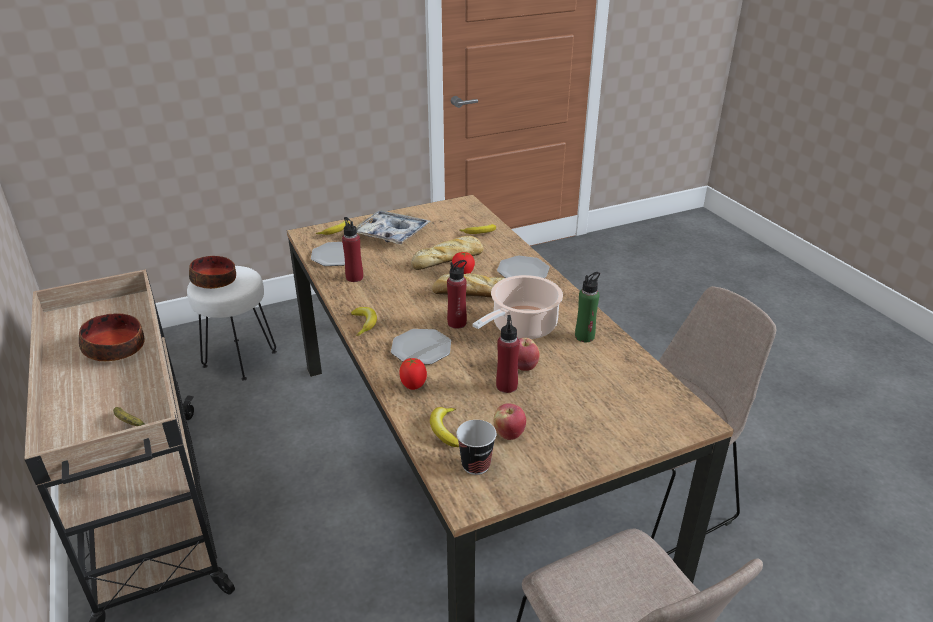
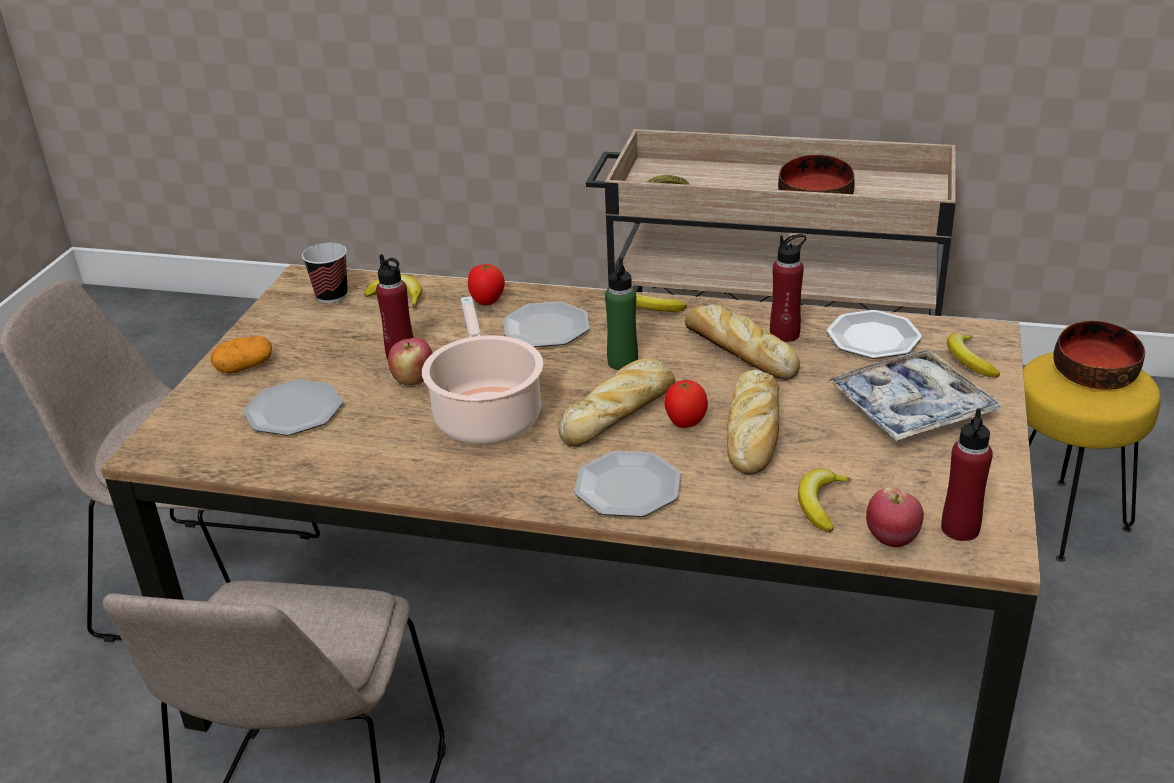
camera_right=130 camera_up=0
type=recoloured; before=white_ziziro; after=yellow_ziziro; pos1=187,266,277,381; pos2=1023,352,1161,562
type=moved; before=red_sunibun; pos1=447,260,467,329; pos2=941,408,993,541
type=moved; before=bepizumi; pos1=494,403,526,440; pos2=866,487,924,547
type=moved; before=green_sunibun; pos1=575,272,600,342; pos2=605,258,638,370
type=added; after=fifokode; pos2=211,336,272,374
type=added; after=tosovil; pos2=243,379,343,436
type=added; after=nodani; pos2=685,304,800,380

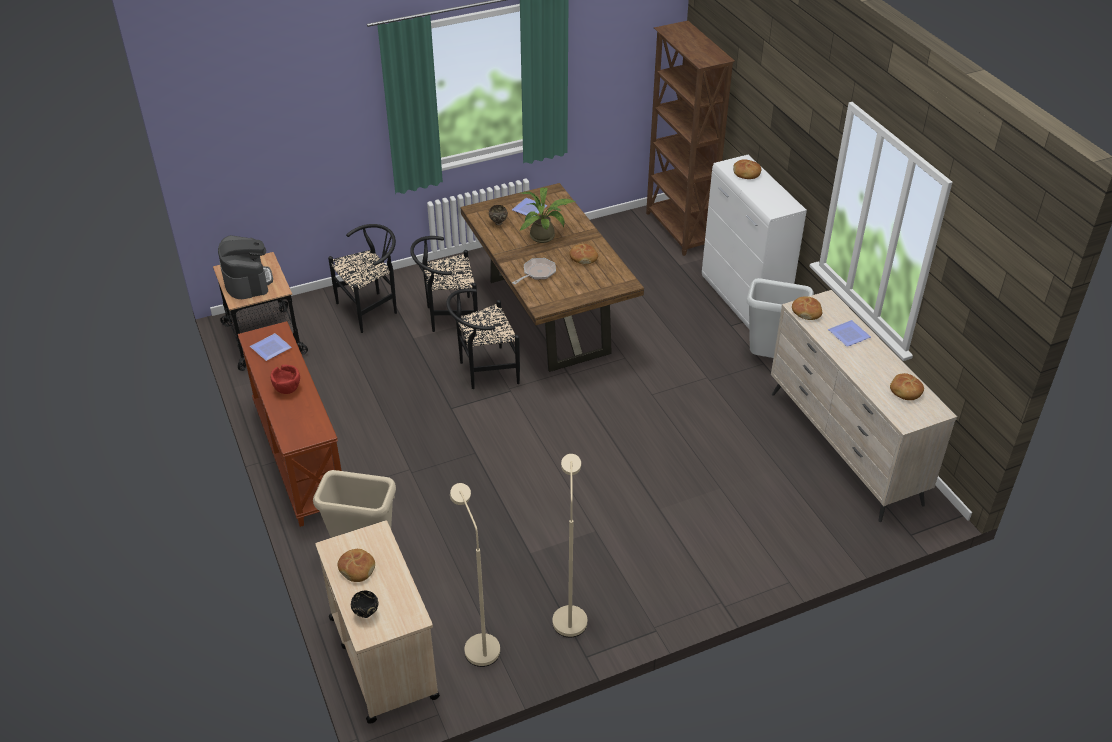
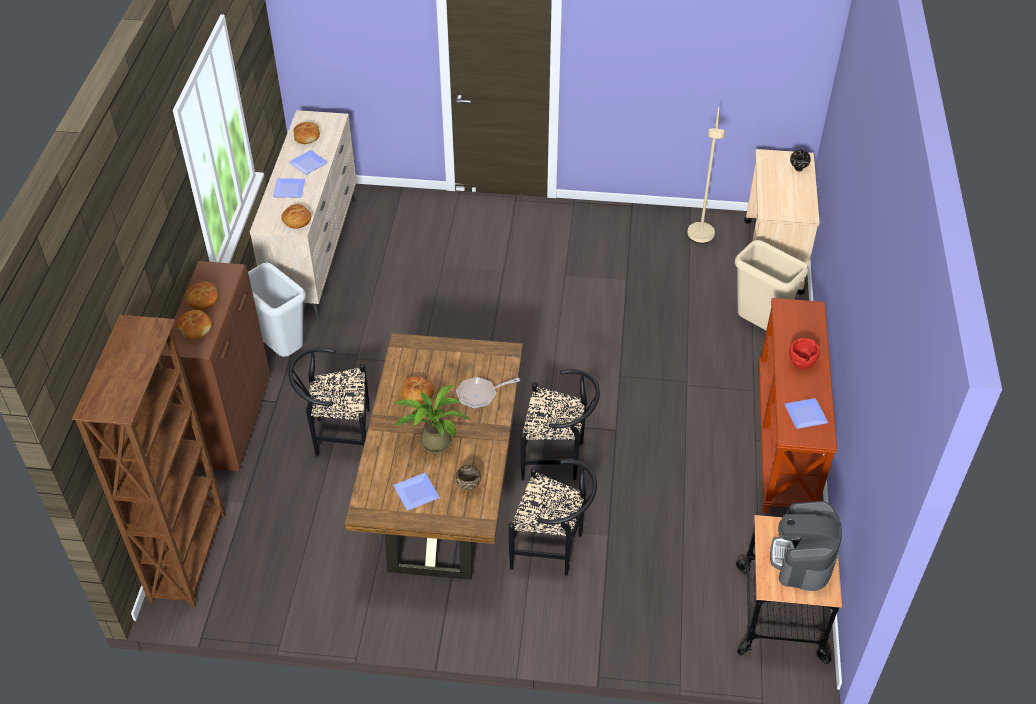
camera_right=-150 camera_up=5
type=moved; before=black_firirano; pos1=328,224,397,333; pos2=288,347,370,457
type=moved; before=nodani; pos1=338,549,375,582; pos2=186,281,218,310
type=removed; before=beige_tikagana; pos1=553,454,587,637
type=recoloured; before=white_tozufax; after=brown_tozufax; pos1=702,155,807,329; pos2=161,261,270,472
type=added; after=tosovil; pos2=289,150,328,175

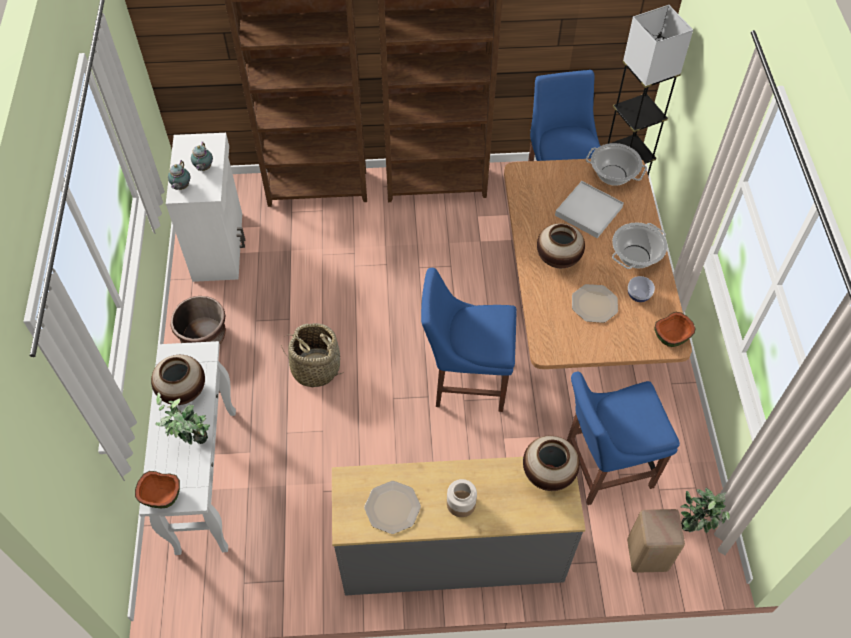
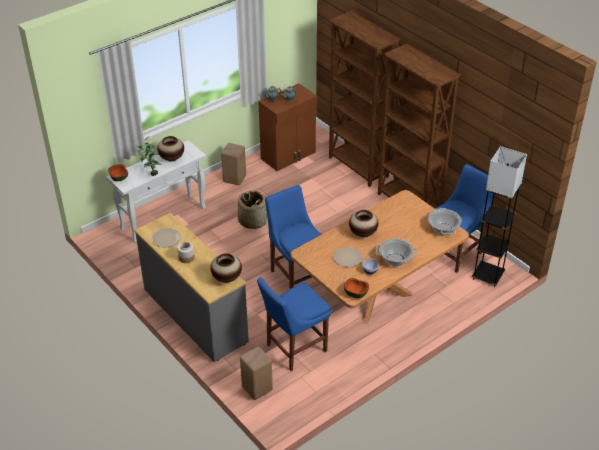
camera_right=55 camera_up=-15
type=recoloured; before=white_tozufax; after=brown_tozufax; pos1=166,133,245,282; pos2=258,83,317,171
type=replaced; before=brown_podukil; after=beige_ziziro; pos1=170,296,226,344; pos2=221,143,246,185
type=removed; before=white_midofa; pos1=555,181,624,238
type=turned; before=blue_firirano; pos1=567,372,680,505; pos2=257,277,331,371; turn=-75
type=removed; before=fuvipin; pos1=680,488,730,533

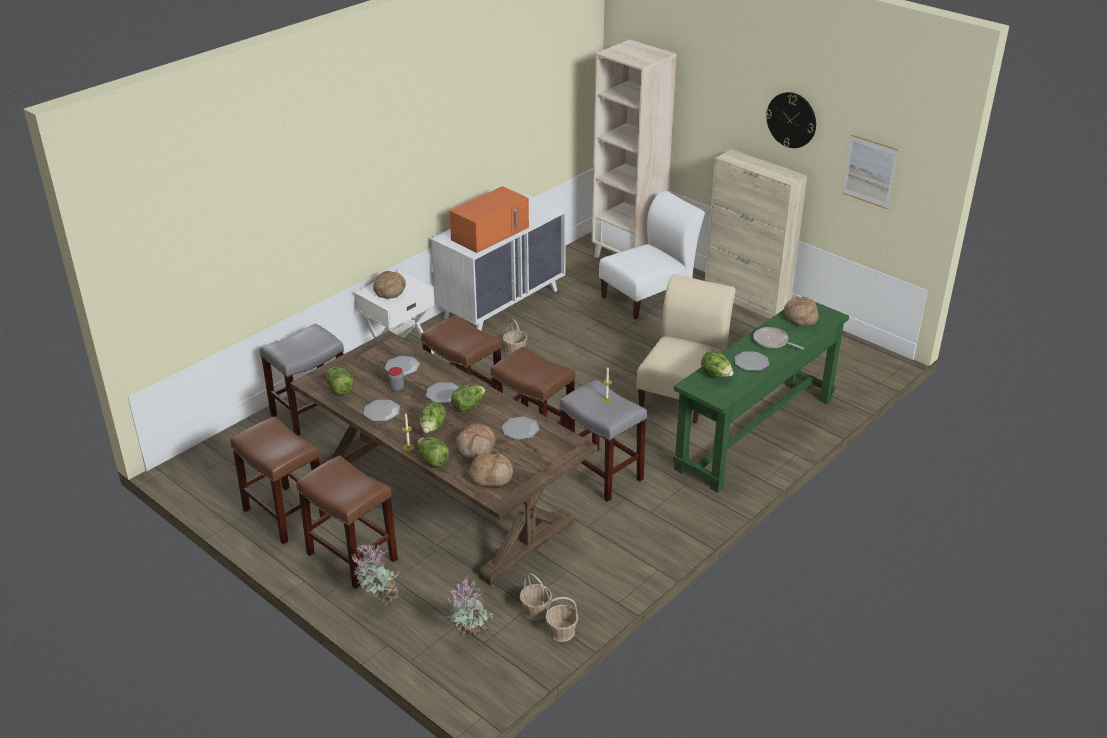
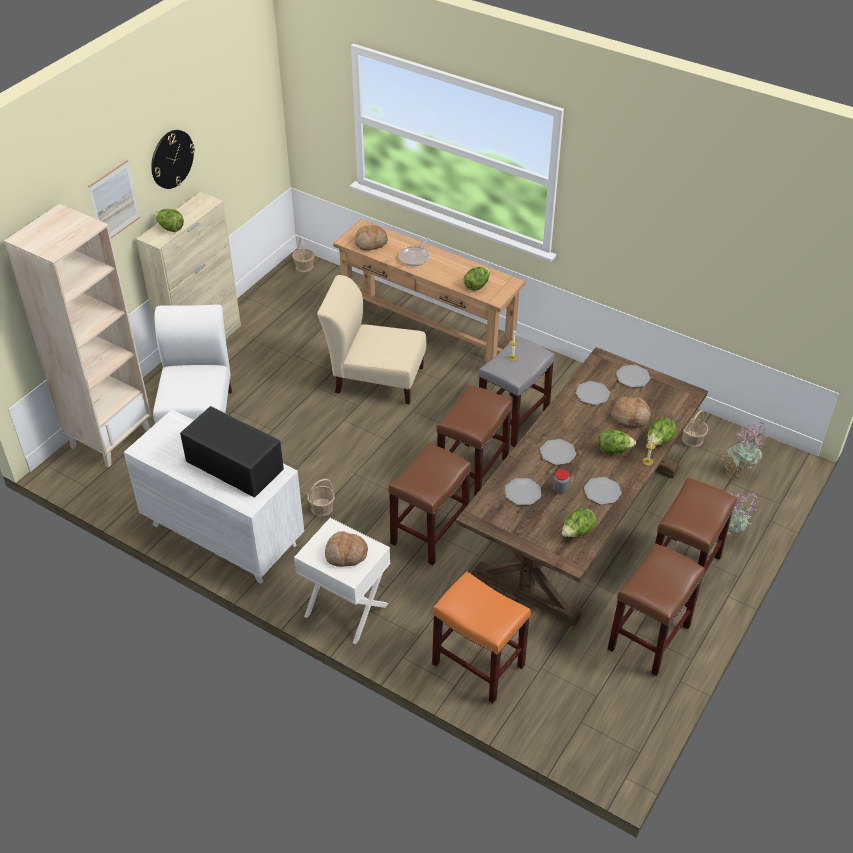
camera_right=-100 camera_up=10
type=recoloured; before=grey_ziziro; after=orange_ziziro; pos1=260,324,344,436; pos2=432,572,531,704
type=recoloured; before=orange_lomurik; after=black_lomurik; pos1=449,186,529,253; pos2=180,406,284,498
type=moved; before=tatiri; pos1=451,385,485,412; pos2=155,209,184,232
type=removed; before=nodani; pos1=468,453,513,487
type=moved; before=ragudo; pos1=545,597,579,642; pos2=292,238,315,272
type=turned; before=white_firirano; pos1=599,191,705,320; pos2=153,305,232,424; turn=45
type=recoloured; before=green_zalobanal; after=brown_zalobanal; pos1=673,302,849,493; pos2=333,219,526,364
type=moved; before=tosovil; pos1=734,351,769,371; pos2=616,365,650,387
type=moved; before=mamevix; pos1=843,134,899,209; pos2=88,160,140,238

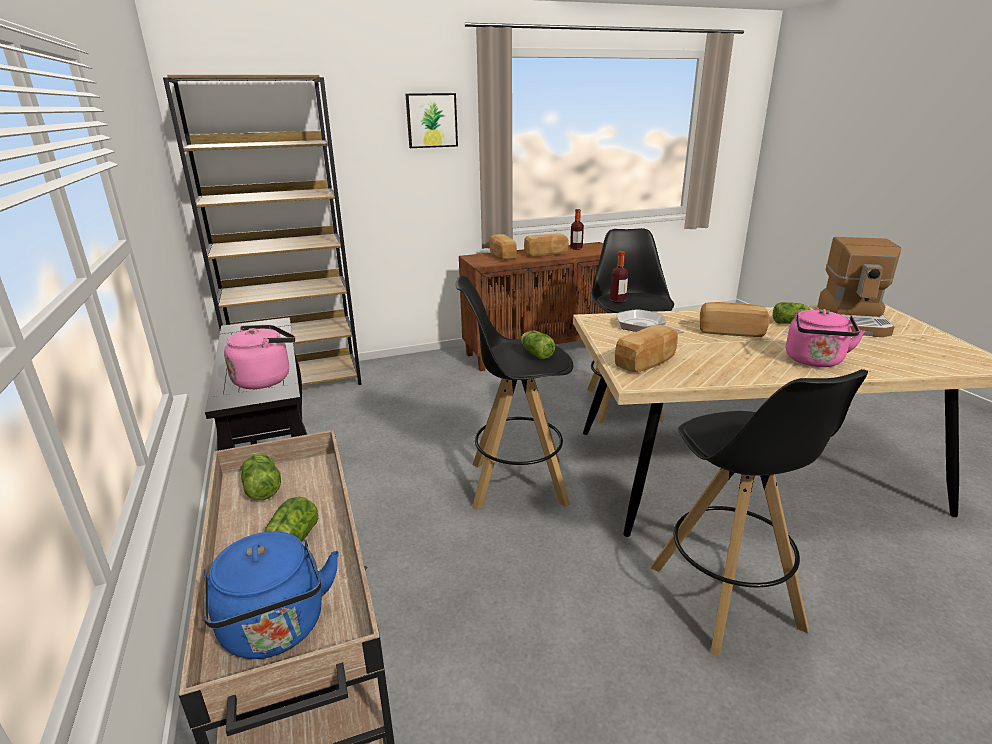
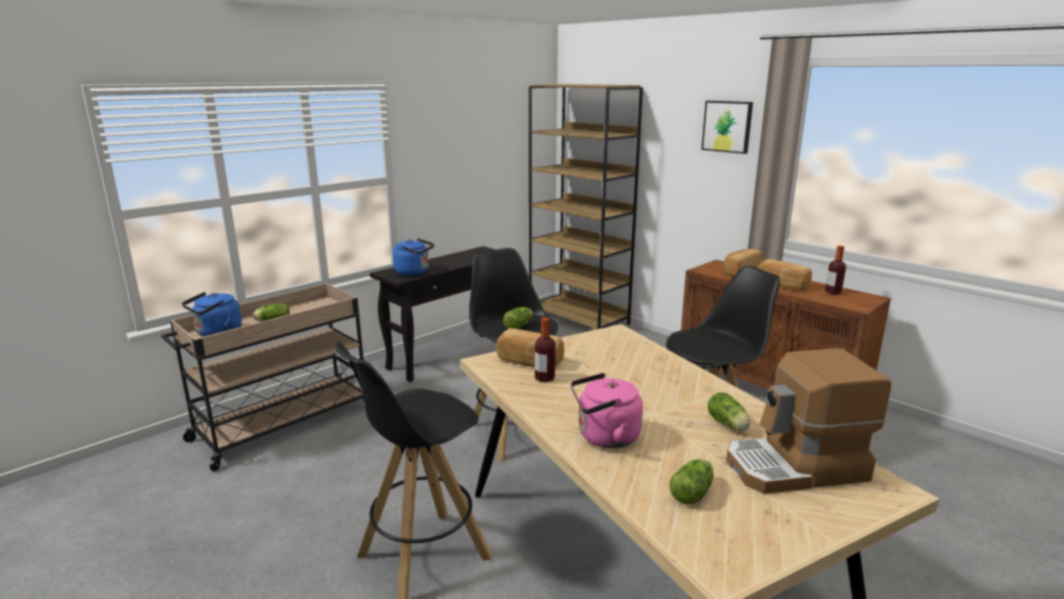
camera_right=65 camera_up=-5
type=recoloured; before=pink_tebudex; after=blue_tebudex; pos1=224,325,295,389; pos2=393,238,434,276
type=moved; before=tatiri; pos1=241,453,281,500; pos2=670,459,714,504
type=moved; before=sunibun; pos1=610,251,628,303; pos2=535,317,555,382
type=removed; before=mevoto; pos1=616,309,684,334
type=removed; before=nodani; pos1=700,302,769,337

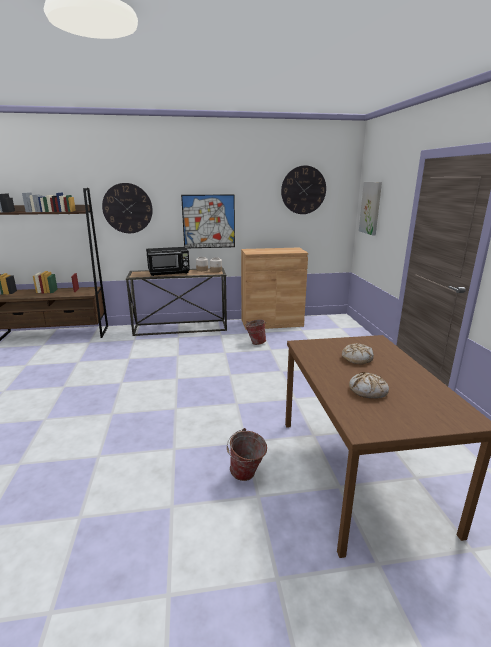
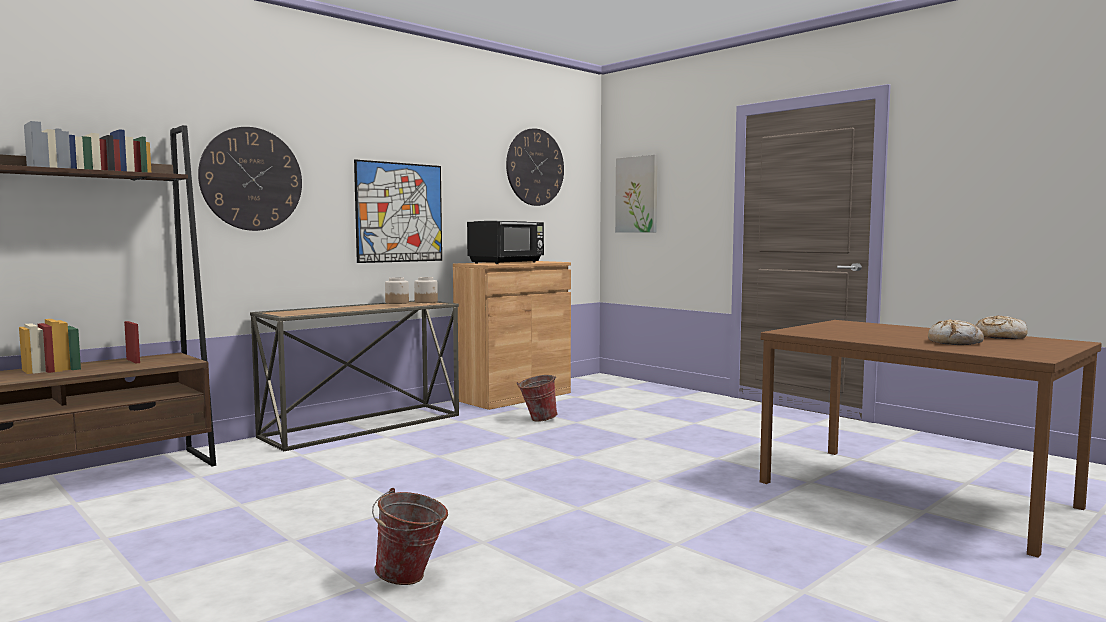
camera_right=-35 camera_up=-15
type=moved; before=black_lomurik; pos1=146,247,190,276; pos2=467,221,544,264
type=moved; before=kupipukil; pos1=227,428,267,481; pos2=372,488,448,585
type=moved; before=nodani; pos1=342,343,374,365; pos2=975,316,1028,339

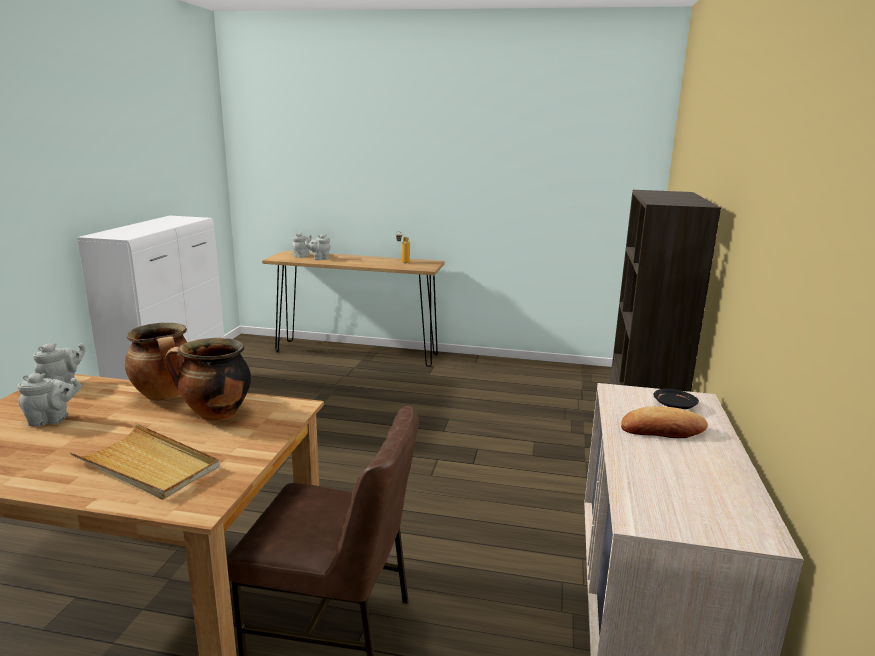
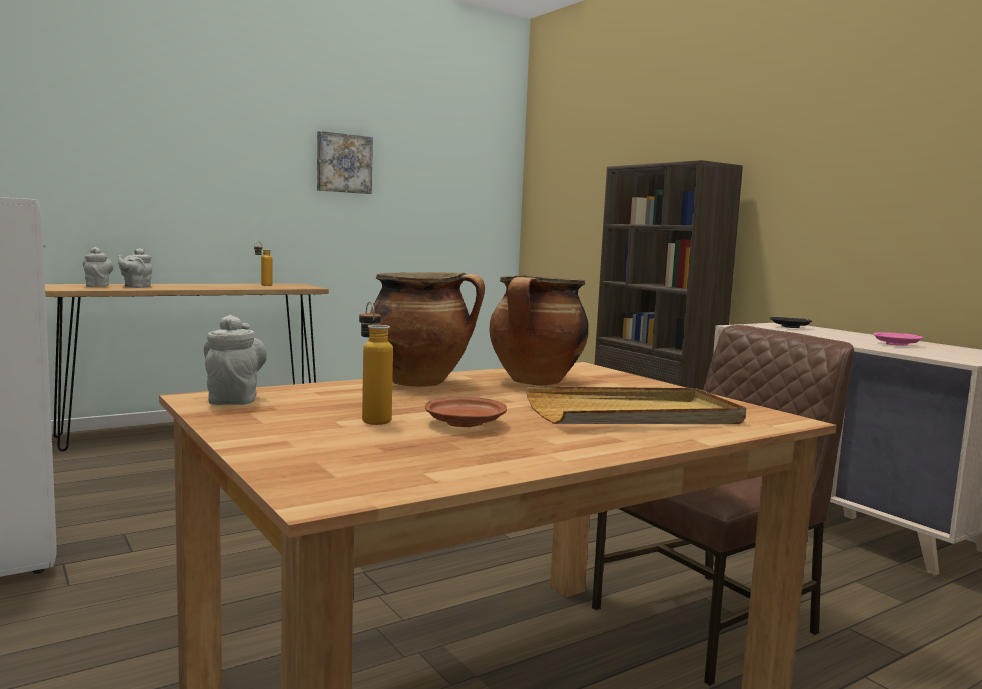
camera_right=-45 camera_up=-10
type=replaced; before=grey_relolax; after=sunibun; pos1=18,373,81,426; pos2=359,302,393,425
type=removed; before=nodani; pos1=621,406,708,438
type=added; after=mamevix; pos2=317,131,373,194
type=added; after=brown_tosovil; pos2=425,397,507,427
type=added; after=pink_tosovil; pos2=874,332,923,346

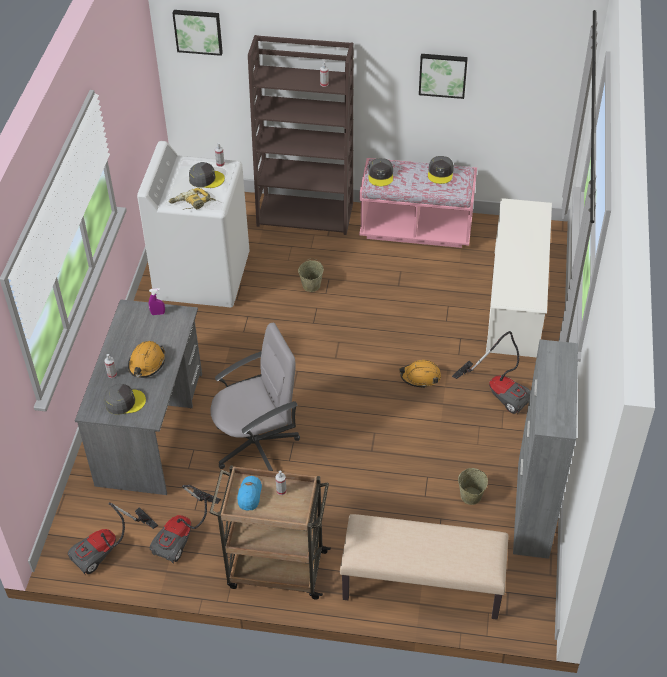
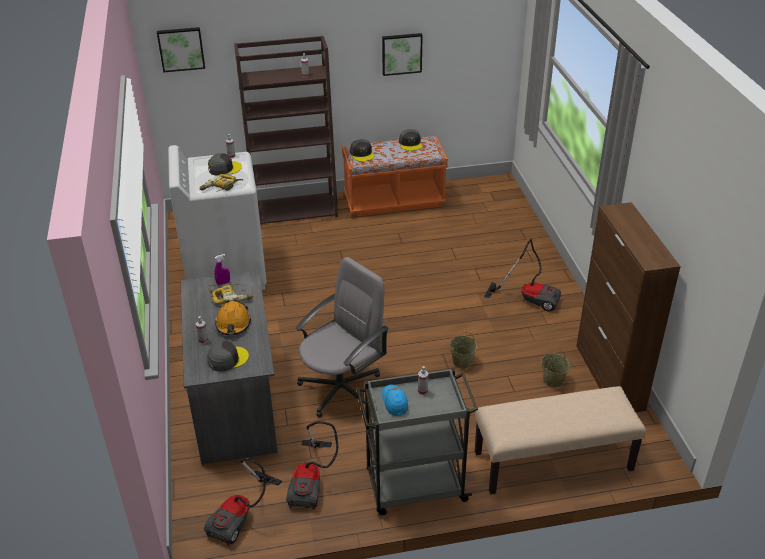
camera_right=-20 camera_up=-10
type=recoloured; before=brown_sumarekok; after=grey_sumarekok; pos1=209,465,331,600; pos2=356,368,478,516
type=moved; before=beige_kupipukil; pos1=298,258,324,292; pos2=450,332,477,369
type=recoloured; before=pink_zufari; after=orange_zufari; pos1=359,158,477,248; pos2=342,136,448,216
type=removed; before=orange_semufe; pos1=399,360,441,388
type=removed; before=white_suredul; pos1=486,198,552,358
type=recoloured; before=grey_tozufax; after=brown_tozufax; pos1=513,339,578,559; pos2=576,202,681,412
type=added; after=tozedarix; pos2=208,284,253,305

